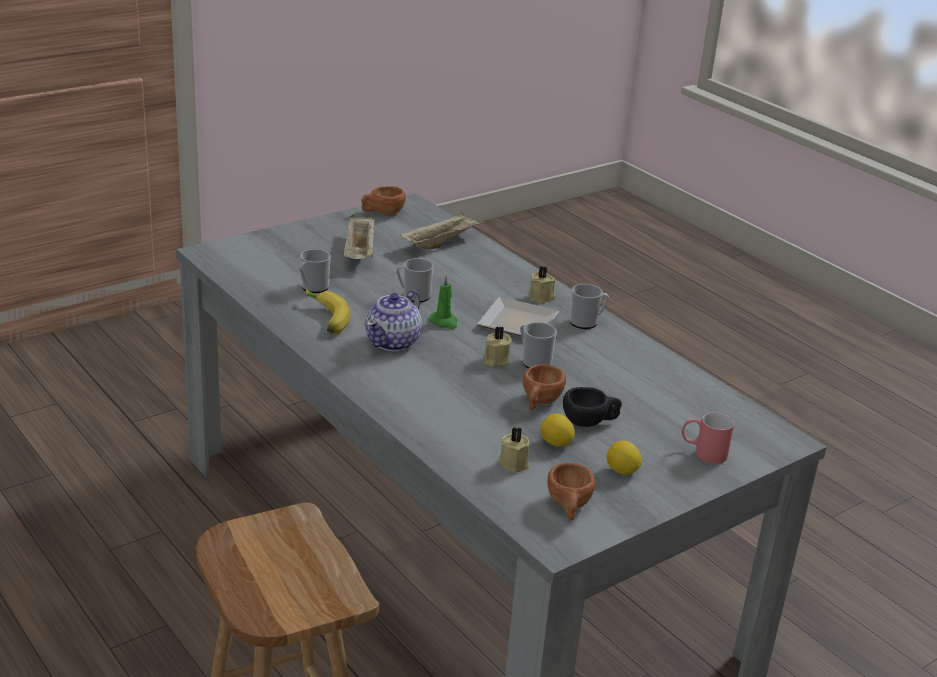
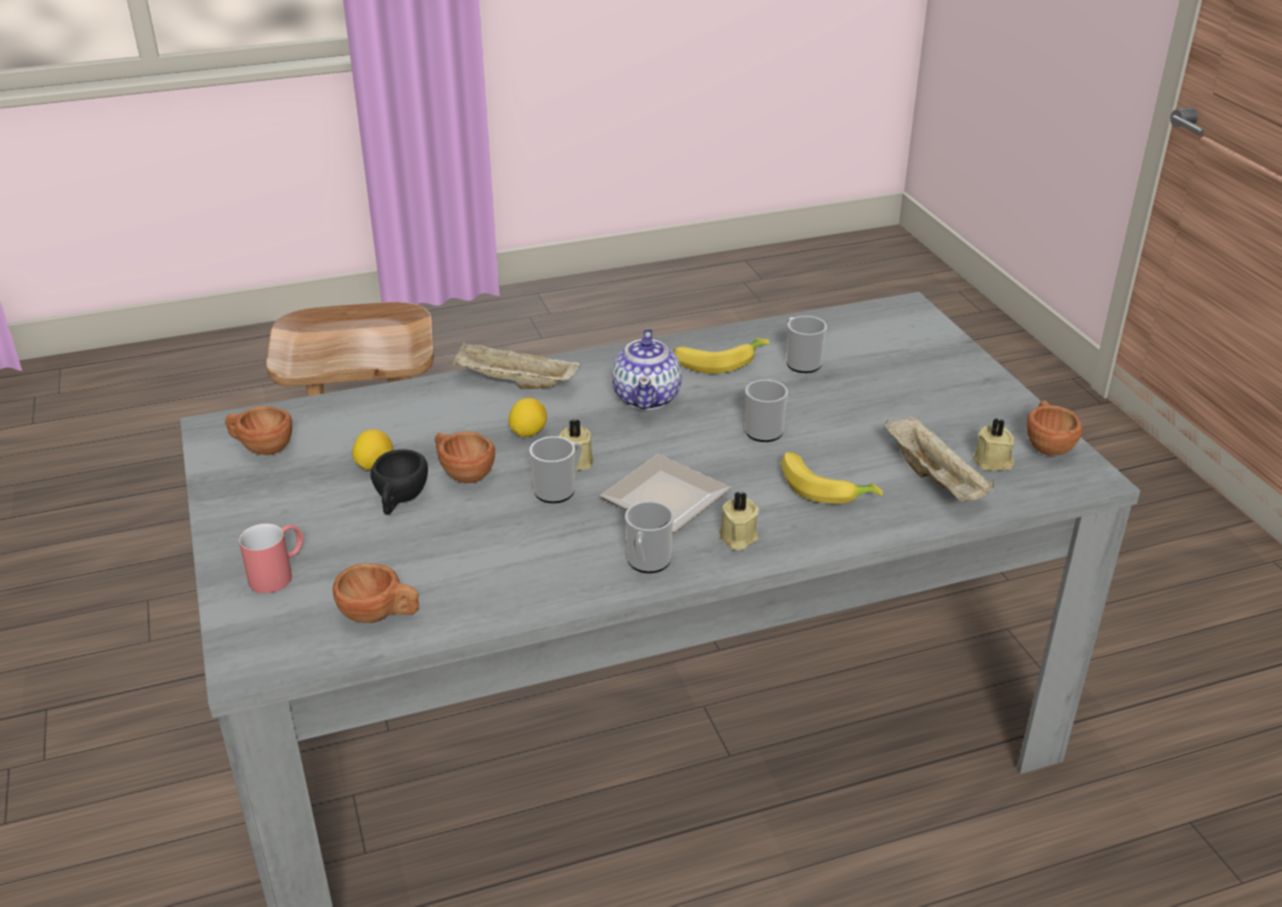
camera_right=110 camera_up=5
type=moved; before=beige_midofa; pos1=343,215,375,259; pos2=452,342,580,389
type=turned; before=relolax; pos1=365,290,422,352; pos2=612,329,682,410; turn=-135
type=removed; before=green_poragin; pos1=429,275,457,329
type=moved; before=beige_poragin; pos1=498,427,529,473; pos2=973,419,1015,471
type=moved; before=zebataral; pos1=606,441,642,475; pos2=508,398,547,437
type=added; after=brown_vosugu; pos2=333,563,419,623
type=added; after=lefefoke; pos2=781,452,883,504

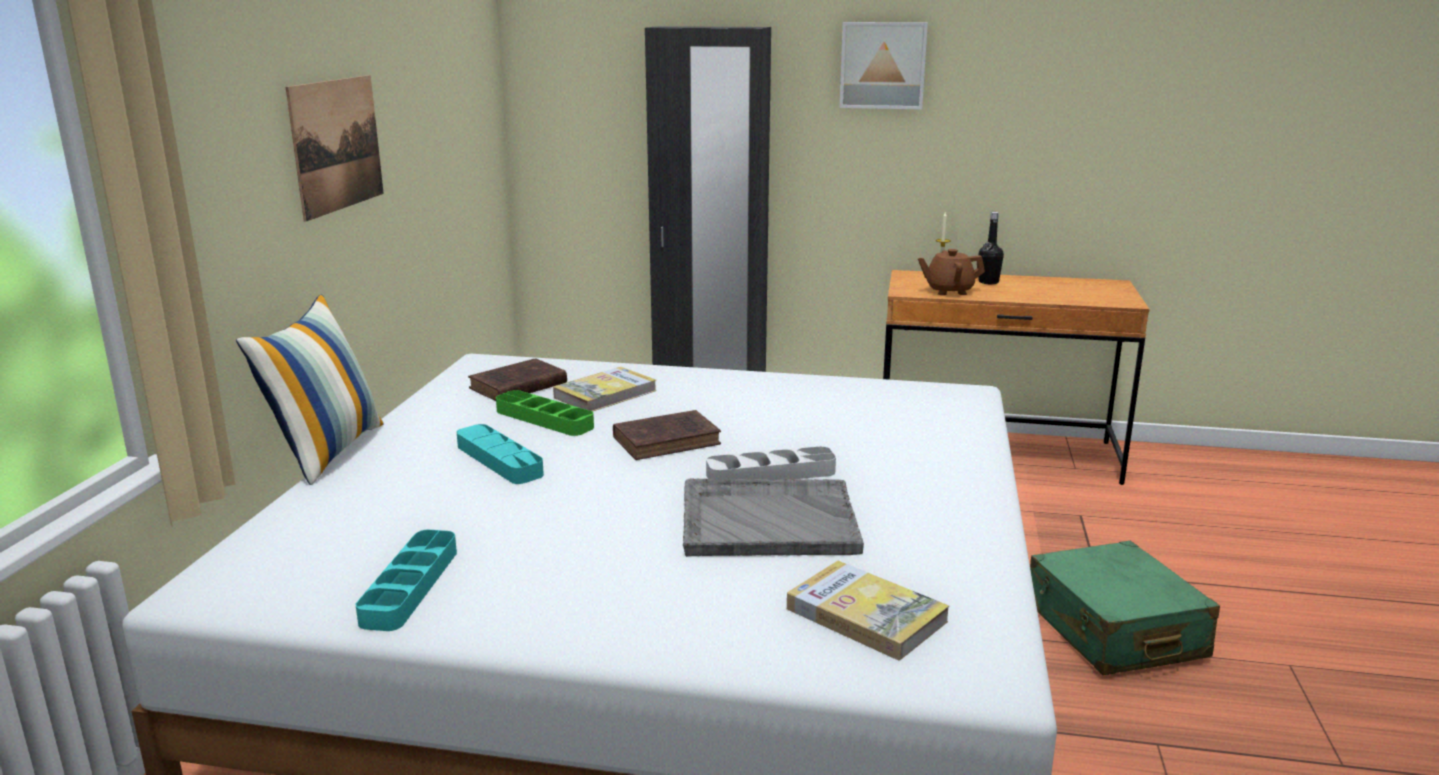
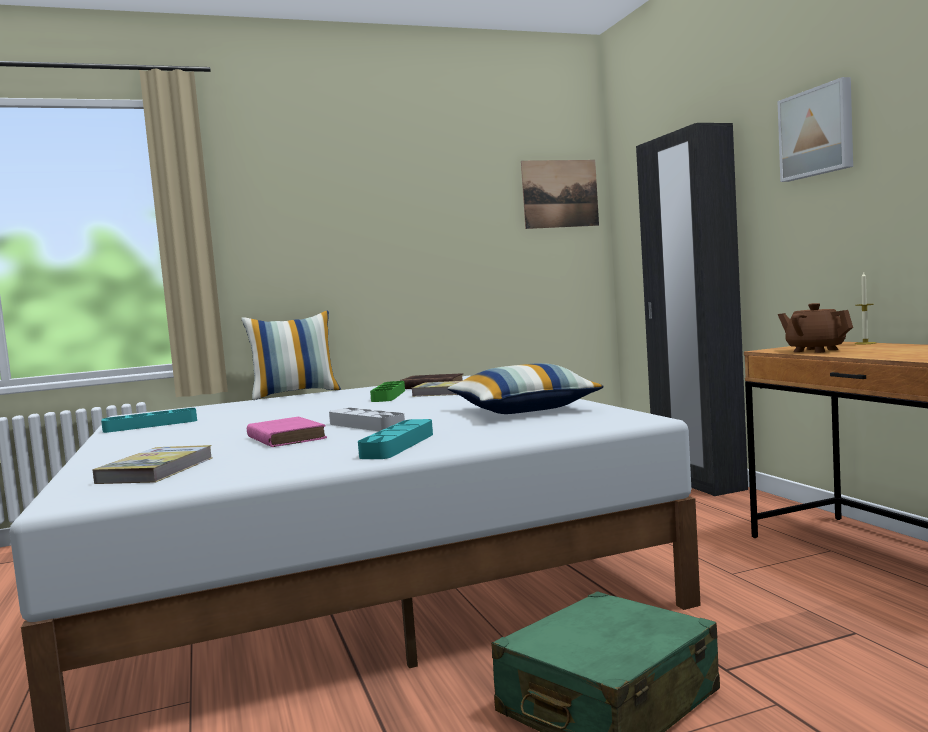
camera_right=60 camera_up=-15
type=moved; before=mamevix; pos1=286,75,384,222; pos2=521,160,599,229
type=moved; before=turquoise_midofa; pos1=457,424,544,484; pos2=358,419,433,459
type=removed; before=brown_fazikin; pos1=613,410,721,460
type=replaced; before=grey_midofa; after=pink_fazikin; pos1=683,478,864,557; pos2=247,417,327,447
type=removed; before=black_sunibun; pos1=979,212,1004,284
type=added; after=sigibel; pos2=447,363,603,414

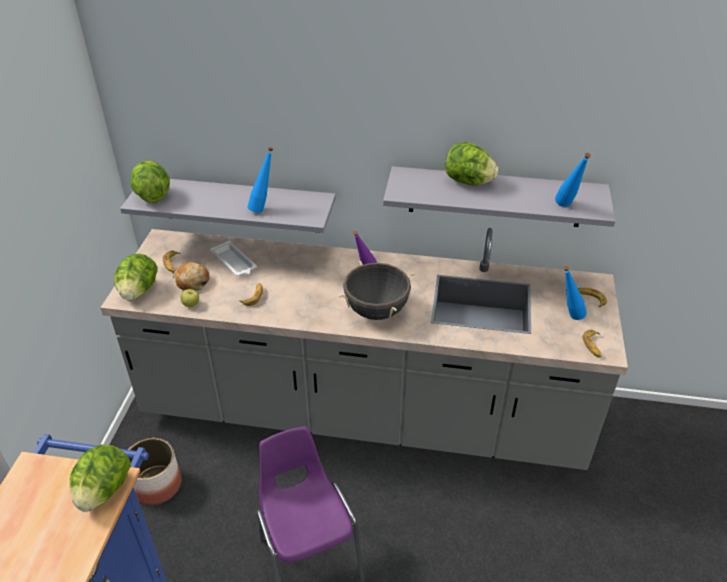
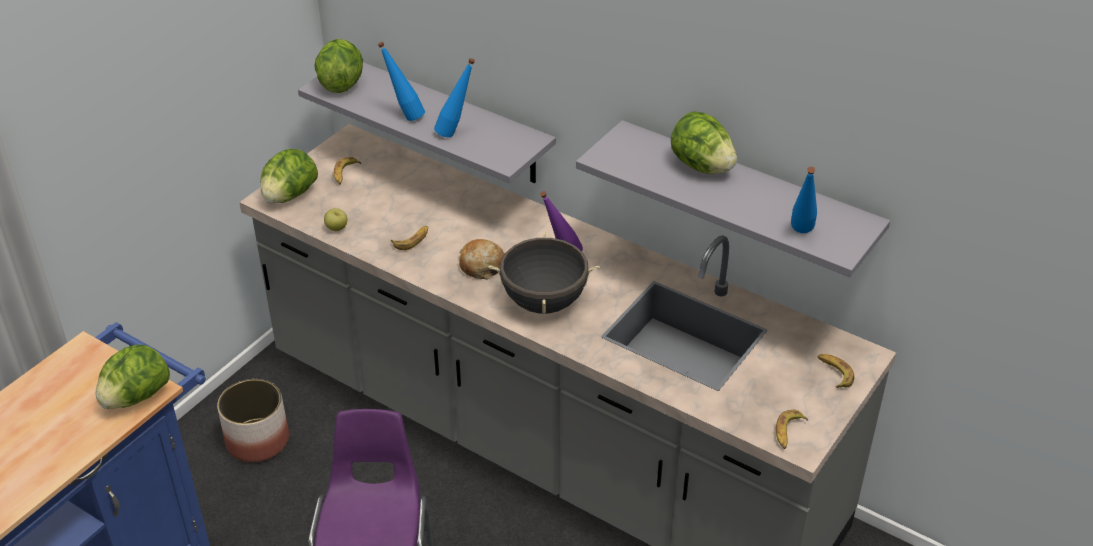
camera_right=25 camera_up=0
type=moved; before=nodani; pos1=173,262,210,291; pos2=459,239,504,280
type=removed; before=white_midofa; pos1=210,241,257,276
type=moved; before=blue_sunibun; pos1=564,266,587,320; pos2=378,42,425,121

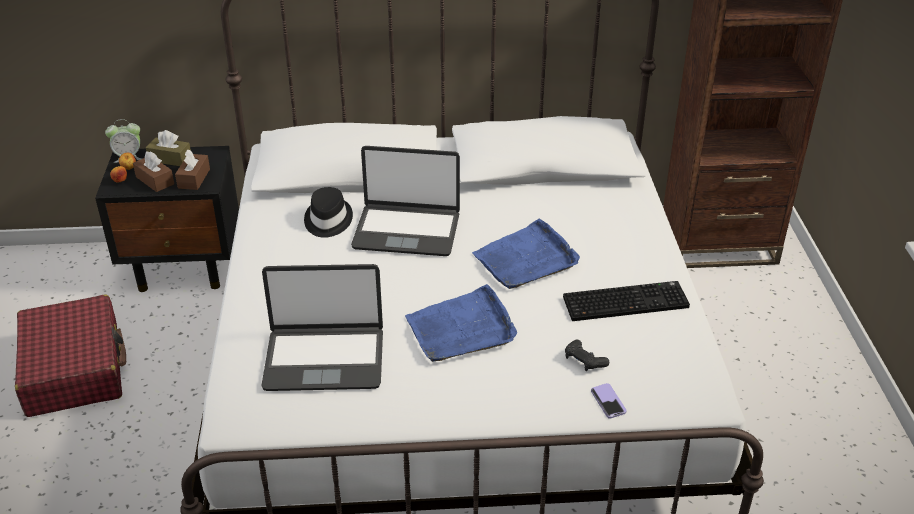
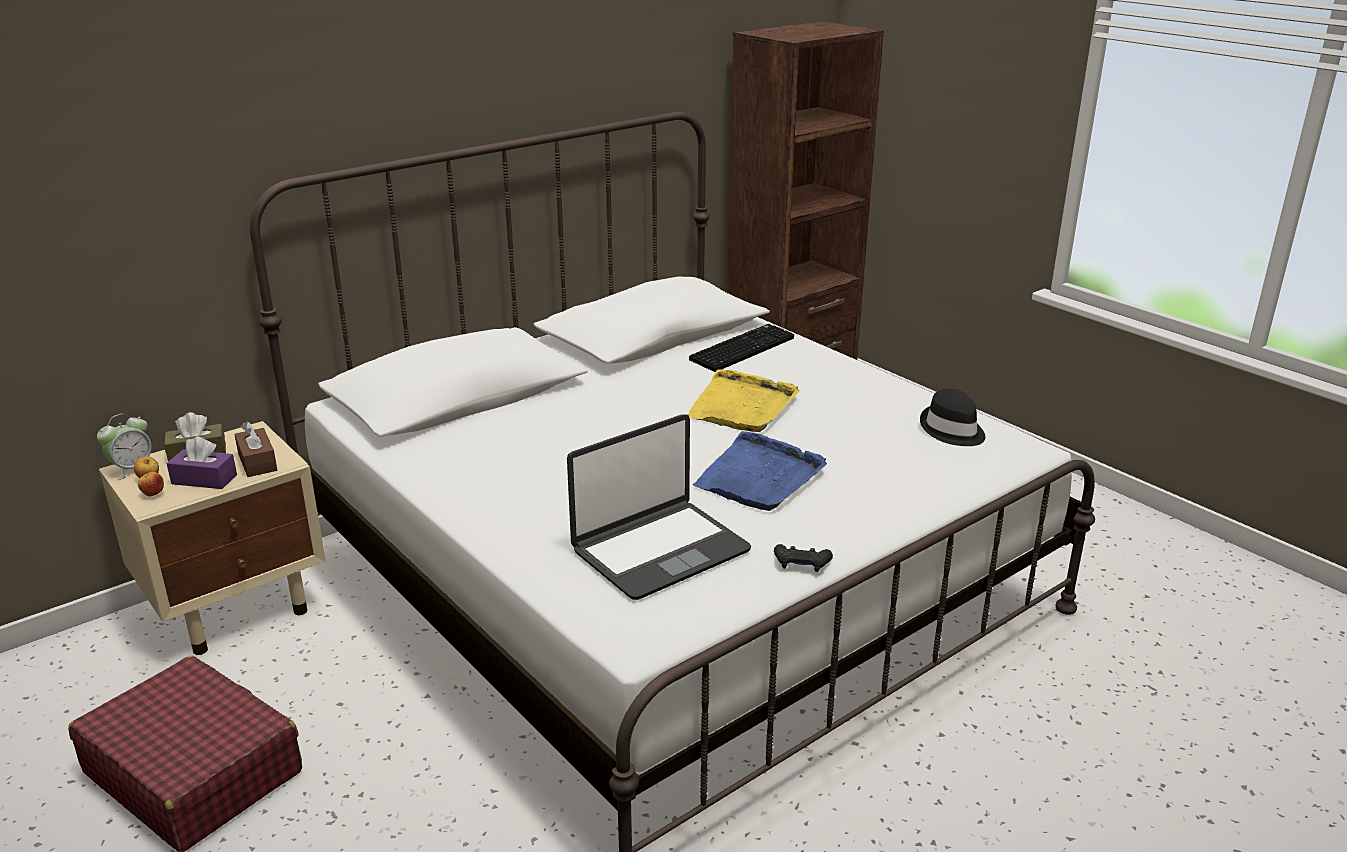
camera_right=-35 camera_up=-10
type=recoloured; before=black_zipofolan; after=beige_zipofolan; pos1=95,146,239,292; pos2=99,421,326,655
type=recoloured; before=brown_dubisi; after=purple_dubisi; pos1=133,151,174,192; pos2=167,436,237,489
type=moved; before=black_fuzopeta; pos1=304,187,353,238; pos2=920,388,985,446
type=removed; before=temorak; pos1=351,146,460,256
type=recoloured; before=blue_midofa; after=yellow_midofa; pos1=472,219,580,289; pos2=687,369,800,432
type=moved; before=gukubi; pos1=563,281,690,321; pos2=689,324,794,372
type=moved; before=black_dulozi; pos1=565,339,609,371; pos2=774,544,833,572
type=removed; before=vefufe; pos1=591,383,626,419

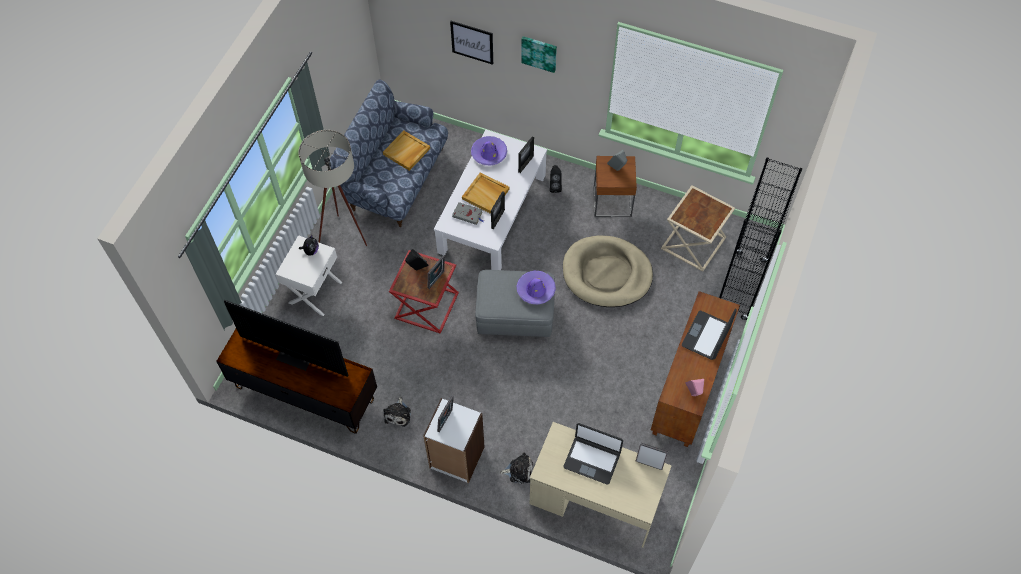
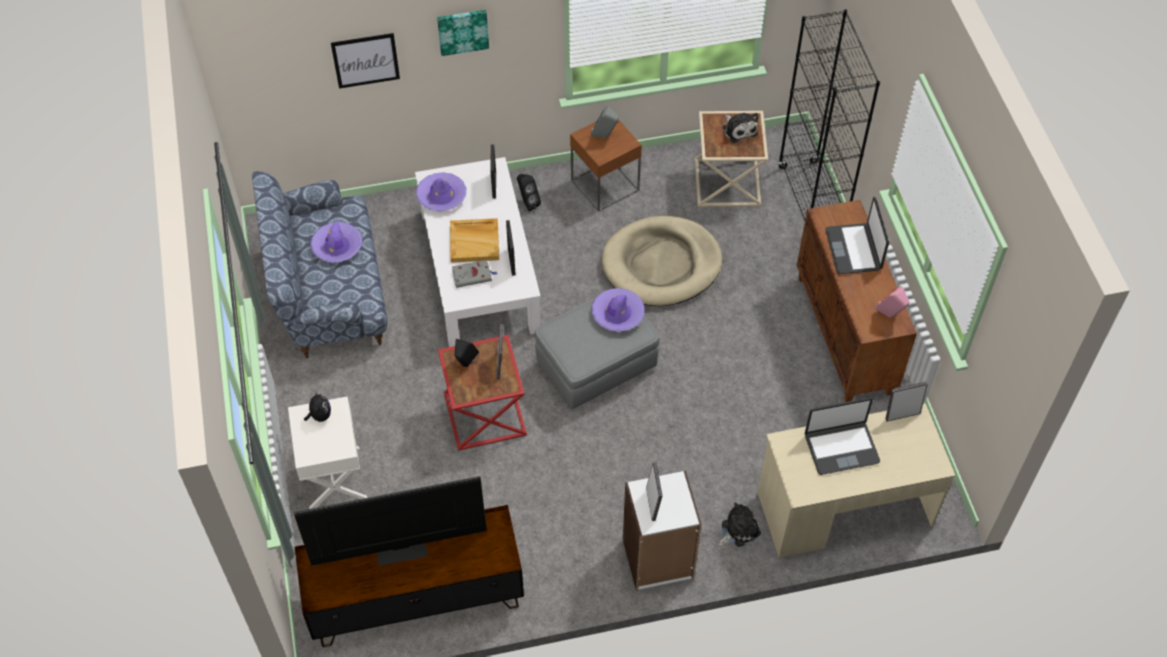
camera_right=-35 camera_up=-5
type=removed; before=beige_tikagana; pos1=299,130,367,246
type=replaced; before=beige_midofa; after=purple_fuzopeta; pos1=383,131,430,171; pos2=310,220,362,263
type=moved; before=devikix; pos1=383,397,411,427; pos2=723,113,758,143

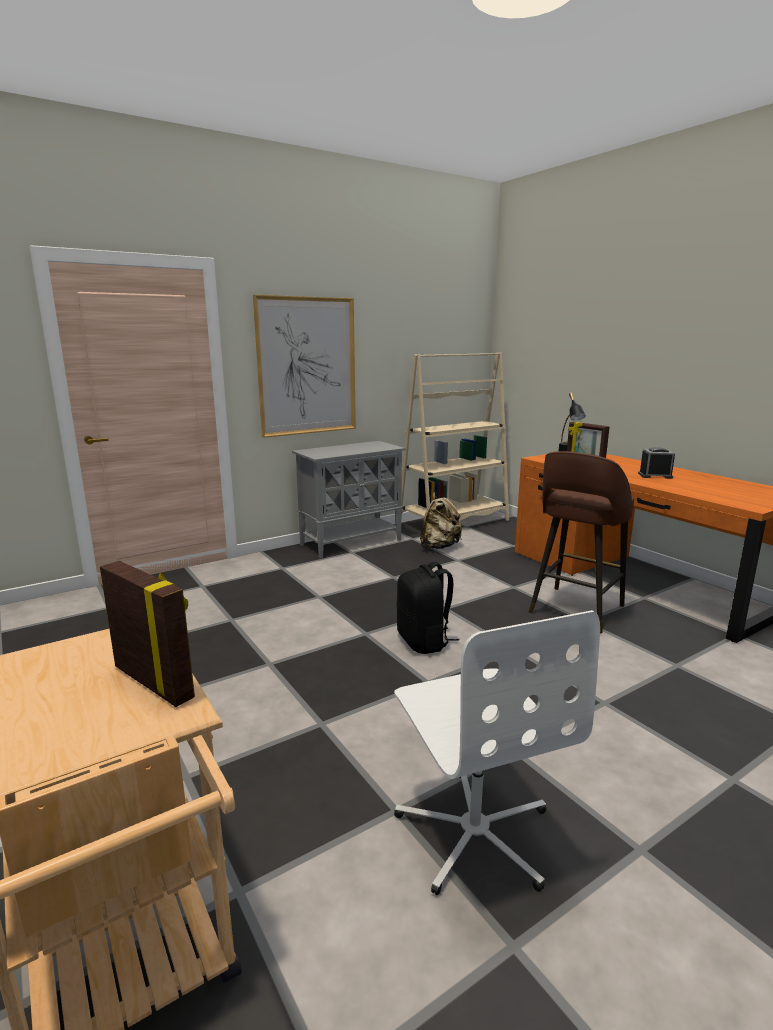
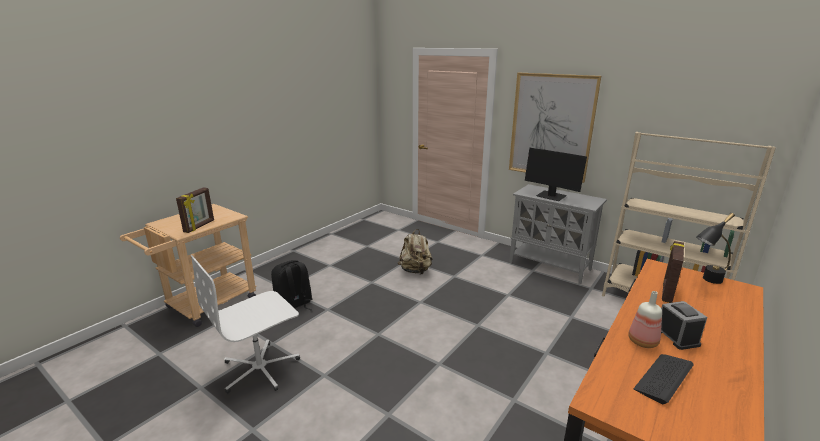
camera_right=70 camera_up=5
type=moved; before=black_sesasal; pos1=396,562,459,654; pos2=271,260,312,310
type=moved; before=beige_sesasal; pos1=420,492,462,549; pos2=398,229,433,275
type=removed; before=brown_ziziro; pos1=528,451,634,634
type=added; after=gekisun; pos2=525,148,587,201
type=added; after=sunibun; pos2=628,291,662,348
type=added; after=gukubi; pos2=634,354,694,404

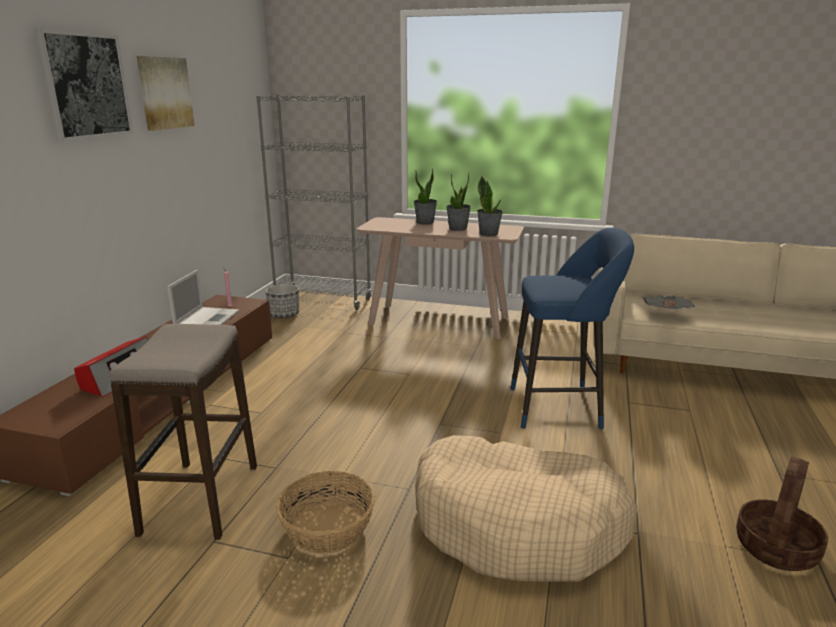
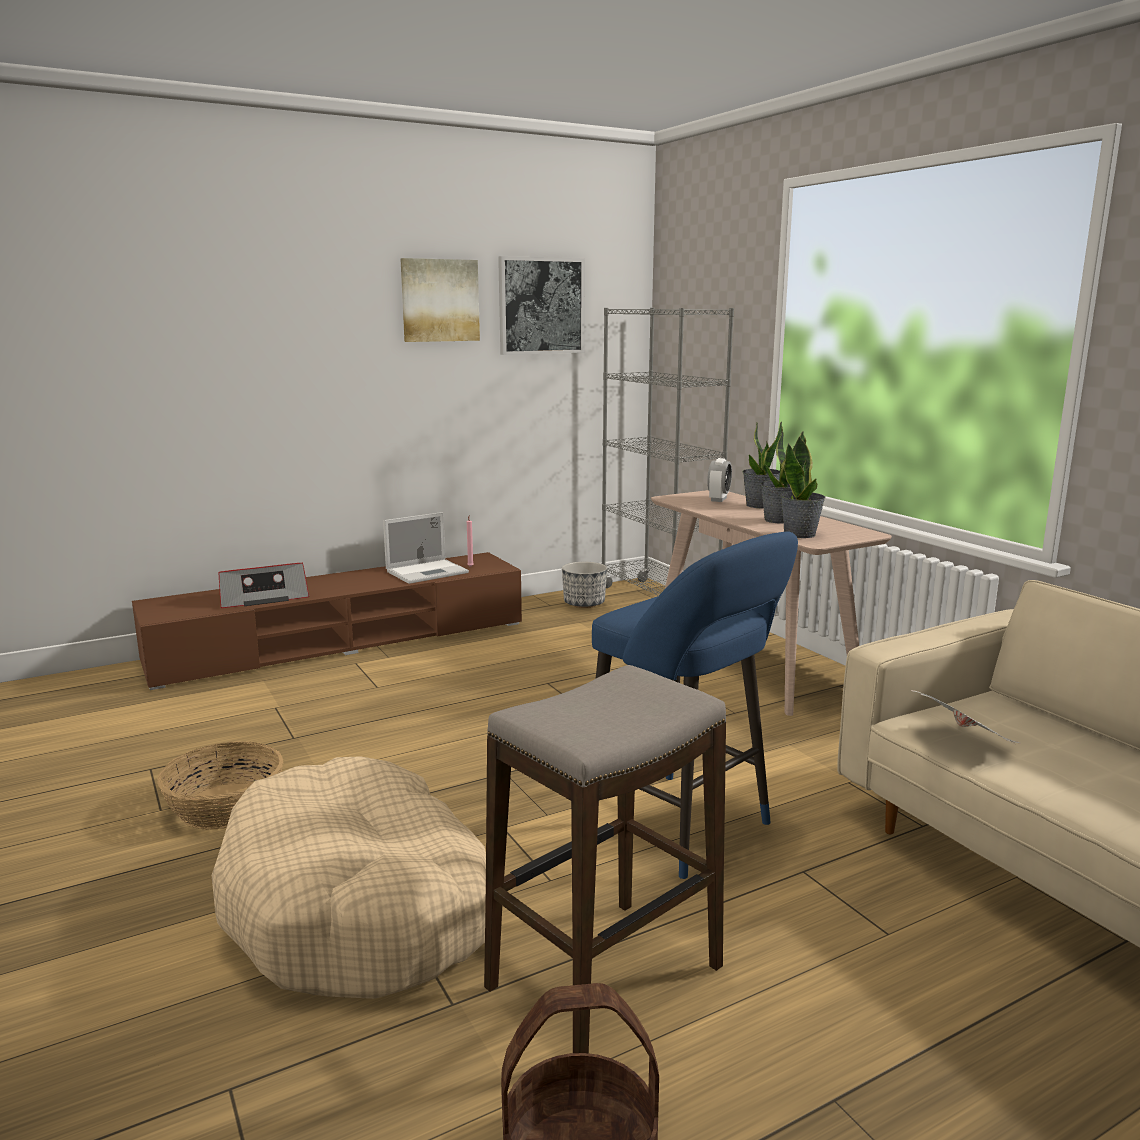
camera_right=45 camera_up=-5
type=moved; before=mamevix; pos1=33,28,133,142; pos2=498,256,585,355
type=moved; before=ziziro; pos1=109,324,257,540; pos2=484,665,726,1053
type=added; after=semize; pos2=707,458,732,502

